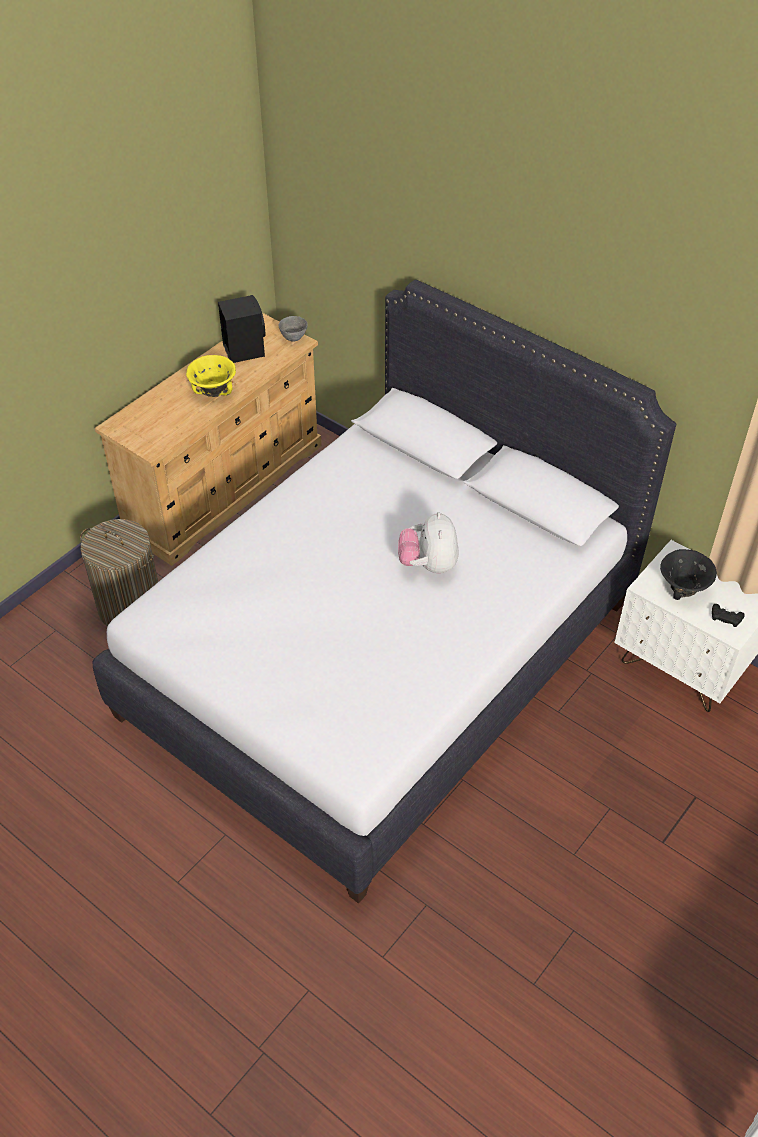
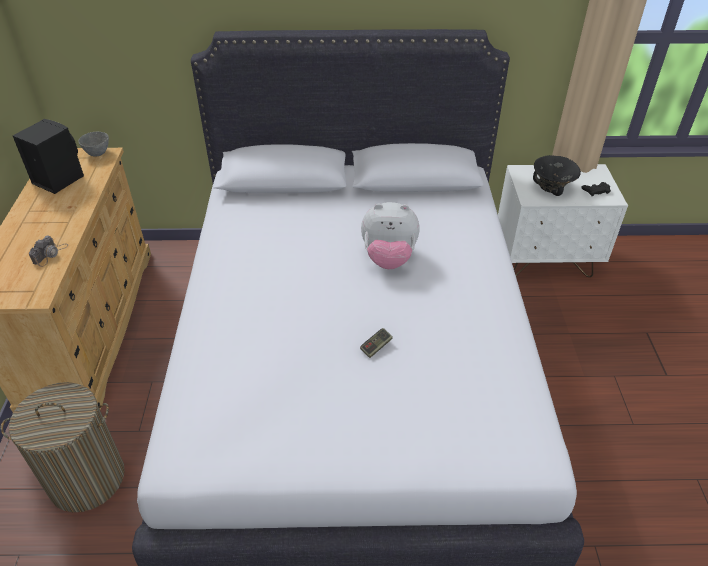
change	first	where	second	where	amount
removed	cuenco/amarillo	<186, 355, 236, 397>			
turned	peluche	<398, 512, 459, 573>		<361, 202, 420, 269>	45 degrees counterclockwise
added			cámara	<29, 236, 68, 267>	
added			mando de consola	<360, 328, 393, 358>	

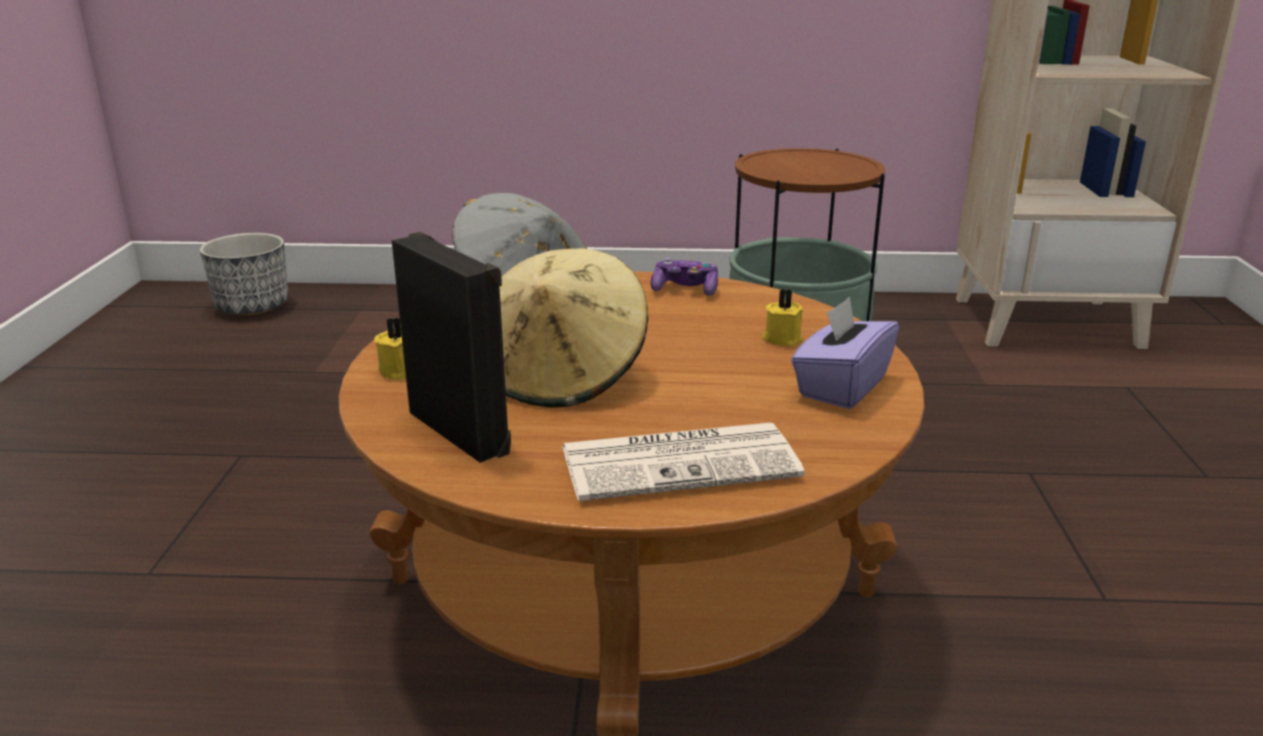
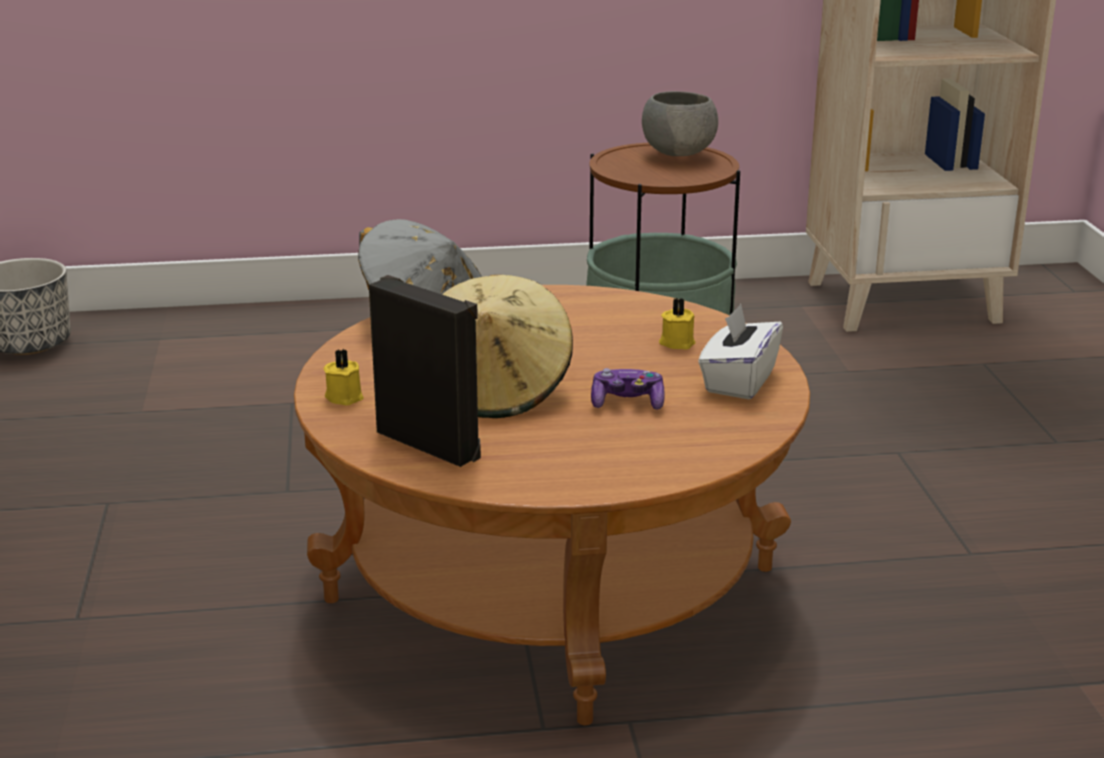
change	first	where	second	where	amount
removed	periódico	<562, 423, 805, 501>			
moved	mando de consola	<651, 257, 718, 296>		<591, 368, 665, 410>	
recoloured	caja de pañuelos/morado	<791, 297, 899, 409>	caja de pañuelos/blanco	<698, 304, 783, 399>	
added			cuenco/gris	<642, 91, 718, 156>	

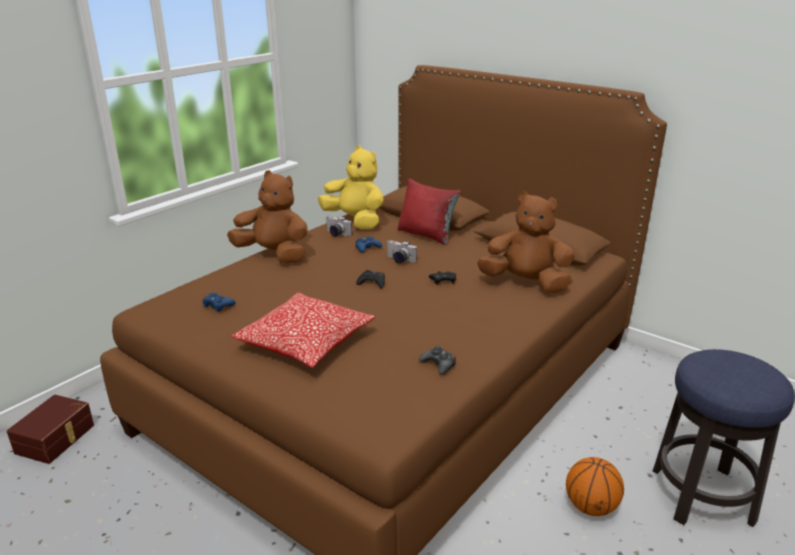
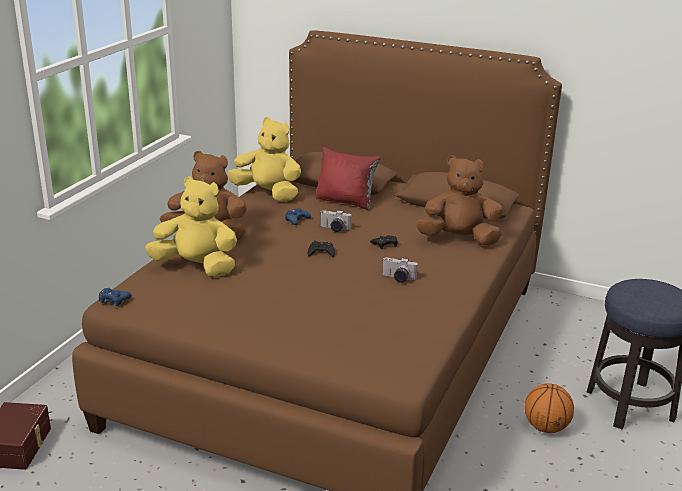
change	first	where	second	where	amount
moved	mando de consola/azul	<202, 293, 236, 312>		<99, 288, 132, 306>	
removed	cojín	<231, 292, 375, 368>			
moved	cámara	<326, 216, 352, 236>		<382, 257, 418, 283>	
removed	mando de consola/negro	<419, 345, 456, 375>			
added			peluche/amarillo	<145, 176, 237, 277>	

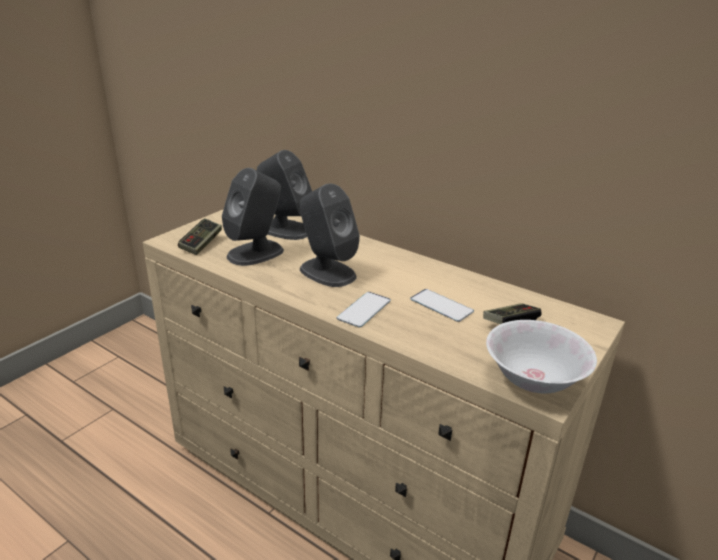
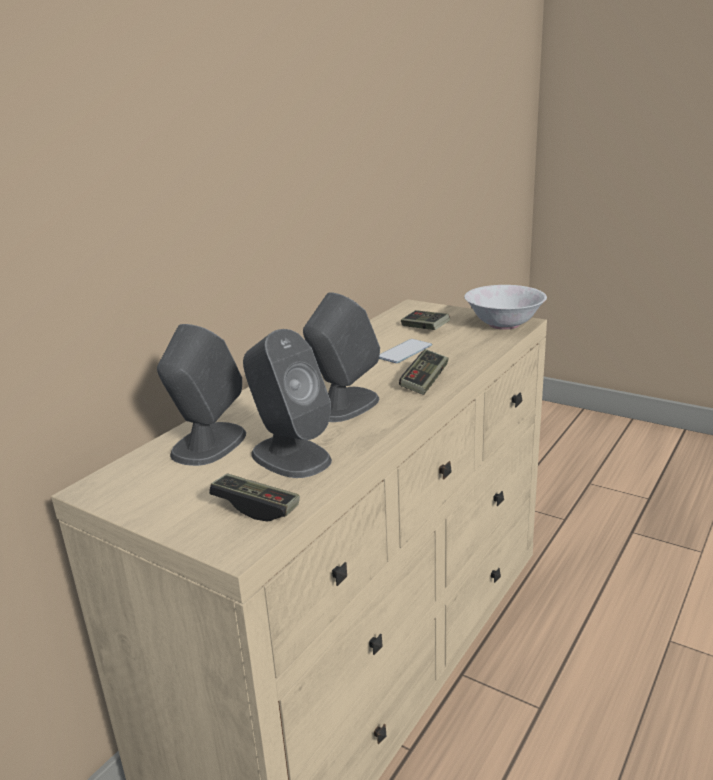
change	first	where	second	where	amount
replaced	móvil	<336, 292, 391, 328>	mando de consola	<399, 349, 449, 395>	

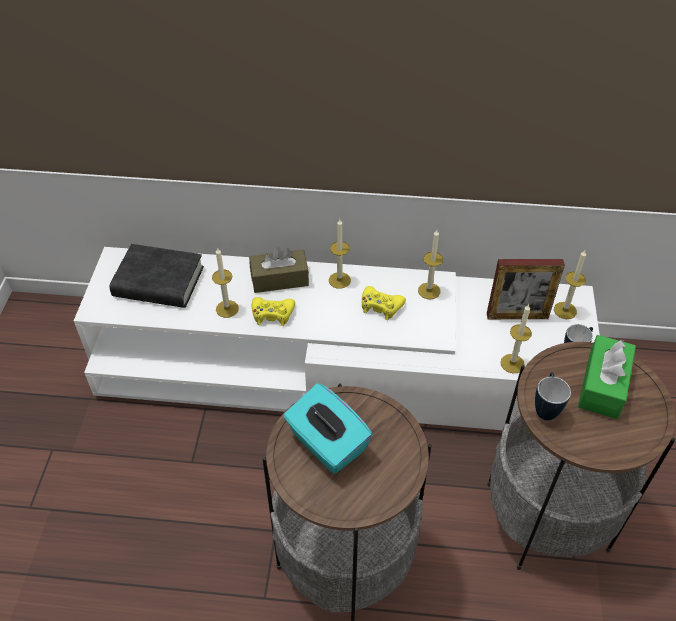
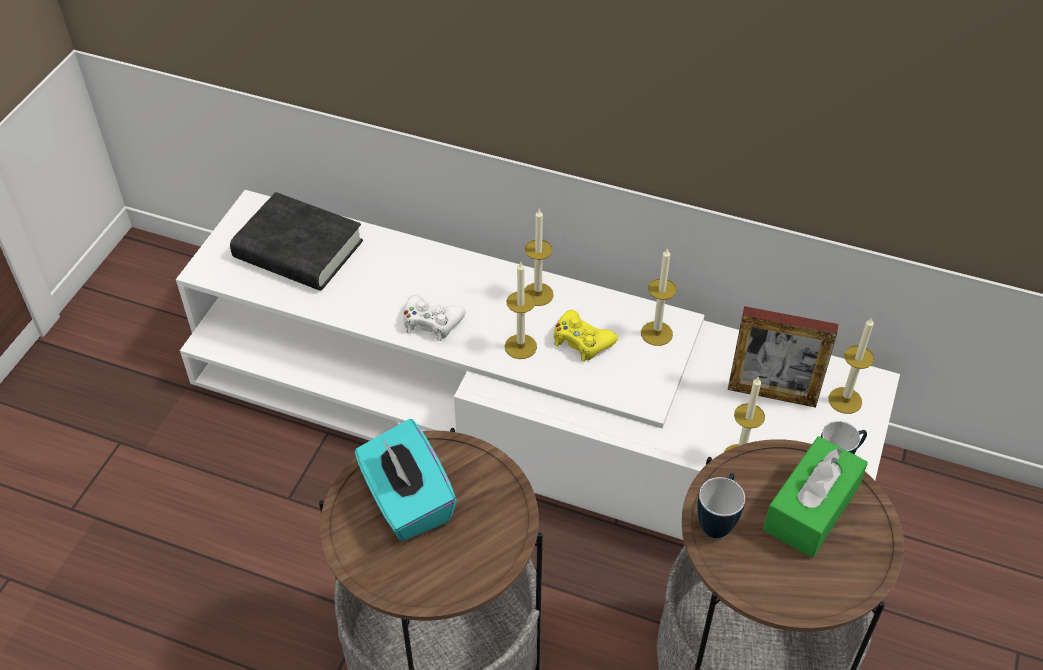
change	first	where	second	where	amount
moved	vela	<212, 247, 239, 318>		<505, 262, 537, 359>	
removed	caja de pañuelos/marrón	<249, 247, 309, 293>			
recoloured	mando de consola/amarillo	<252, 297, 295, 326>	mando de consola/blanco	<403, 295, 466, 341>	

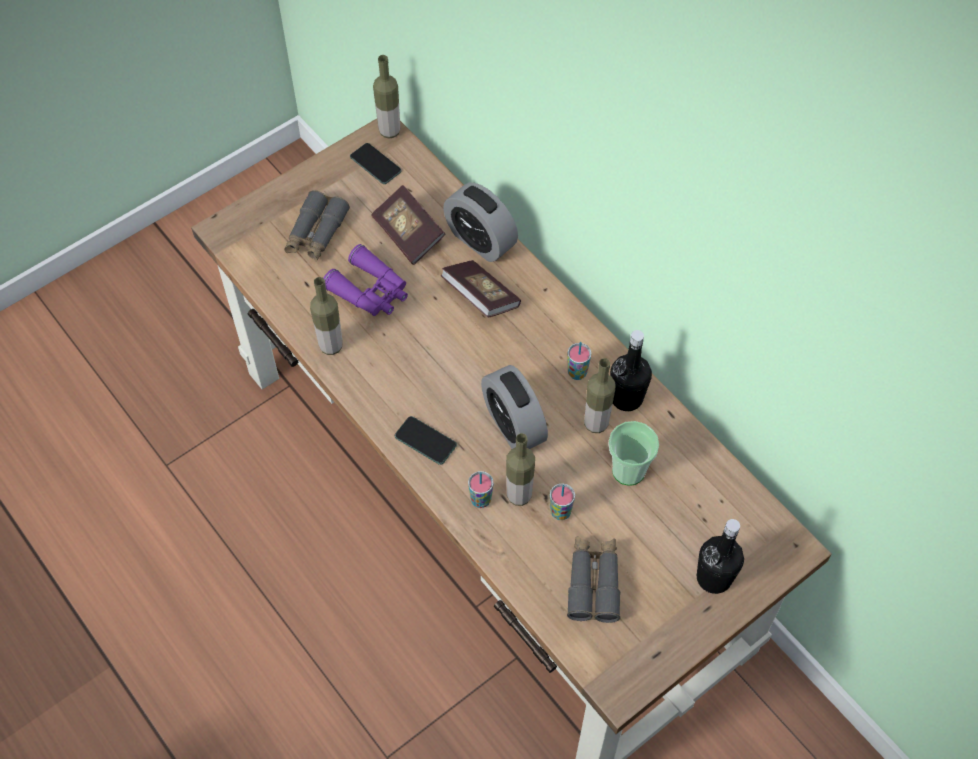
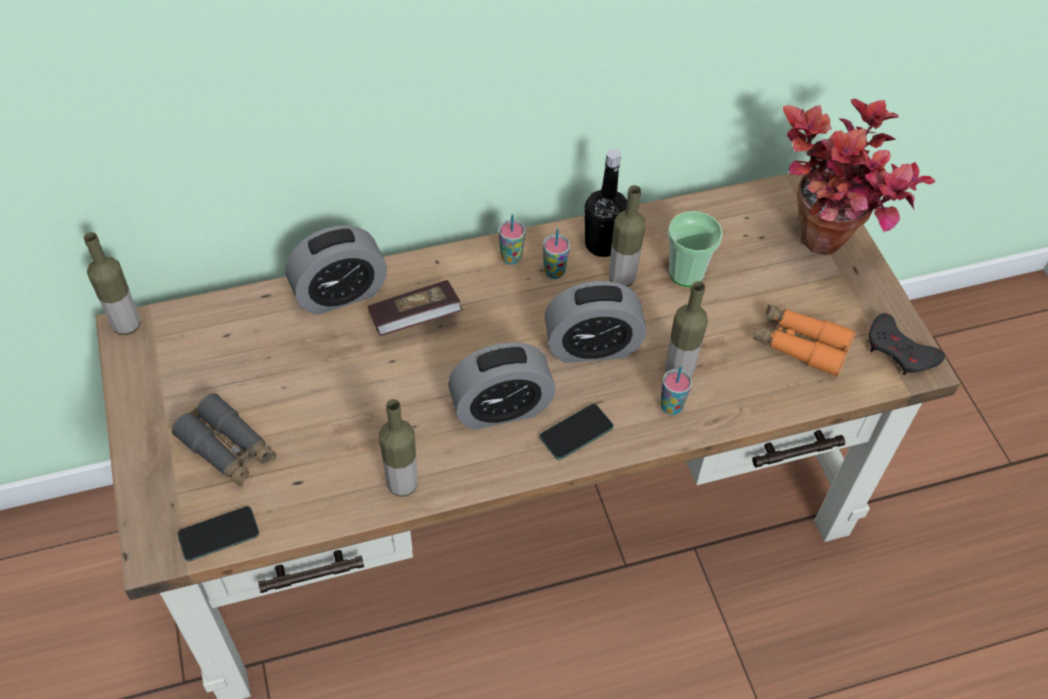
change	first	where	second	where	amount
removed	prismáticos/morado	<324, 244, 408, 316>			
moved	móvil	<350, 143, 402, 184>		<178, 506, 259, 561>	
removed	libro	<371, 185, 446, 265>			
moved	taza	<550, 483, 575, 520>		<499, 214, 525, 265>	
recoloured	prismáticos/gris	<567, 536, 620, 623>	prismáticos/naranja	<753, 304, 856, 377>	
replaced	botella/negro	<697, 519, 744, 594>	planta en maceta	<783, 99, 935, 255>	
added			despertador	<448, 342, 555, 429>	
added			mando de consola/gris	<869, 313, 945, 376>	

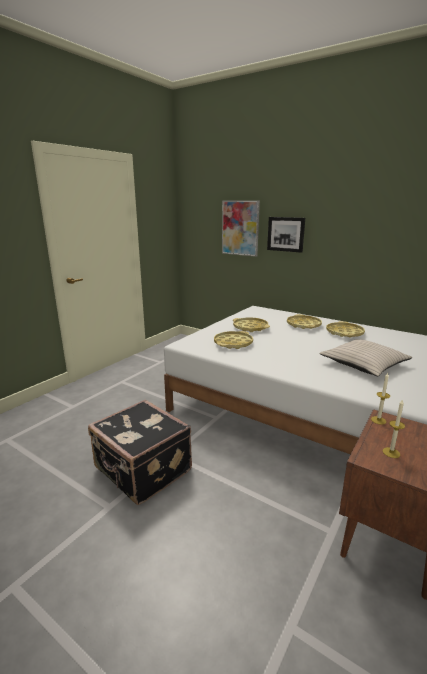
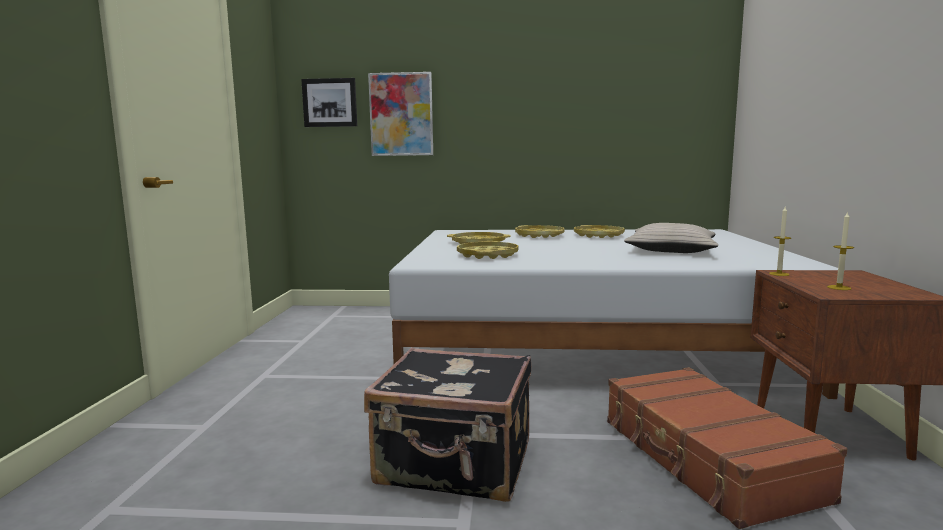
change	first	where	second	where	amount
moved	cuadro	<267, 217, 305, 253>		<301, 78, 357, 127>	
added			maleta/marrón	<607, 367, 847, 529>	

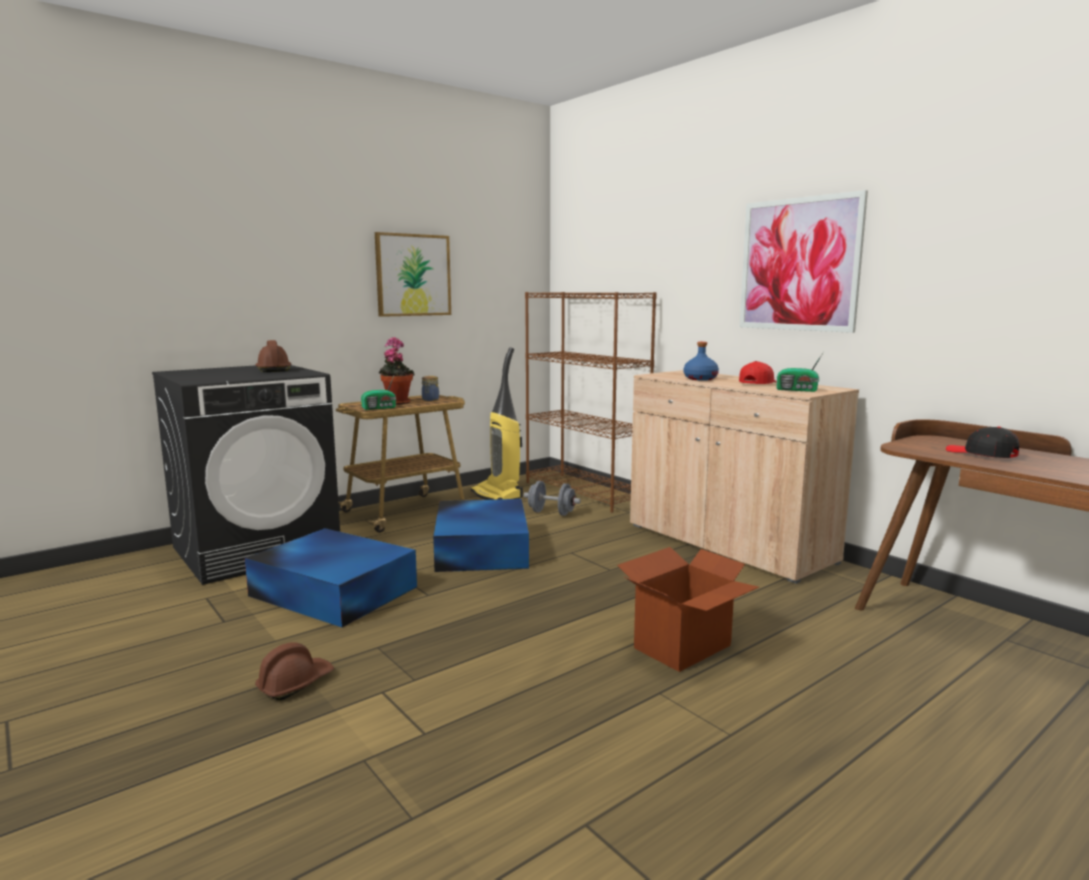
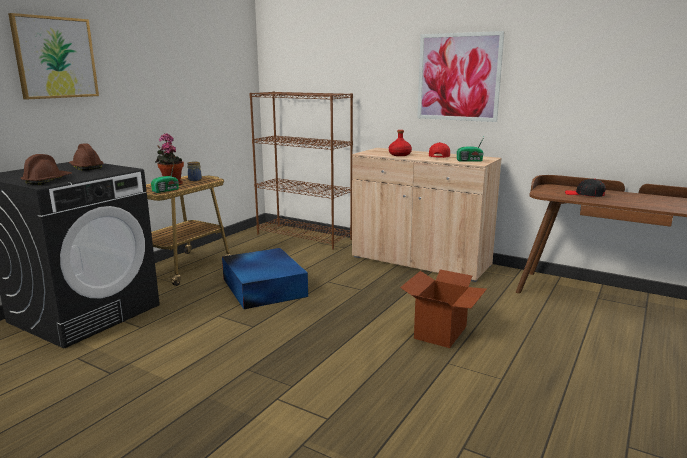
change	first	where	second	where	amount
removed	caja de almacenaje/azul	<245, 528, 417, 627>			
moved	casco/marrón	<255, 642, 334, 700>		<21, 154, 72, 185>	
moved	cuadro	<375, 232, 451, 317>		<8, 13, 99, 100>	
removed	aspiradora	<471, 347, 523, 500>			
removed	mancuerna/gris	<524, 481, 581, 516>			
recoloured	botella/azul	<684, 342, 719, 381>	botella/rojo	<389, 130, 412, 156>	

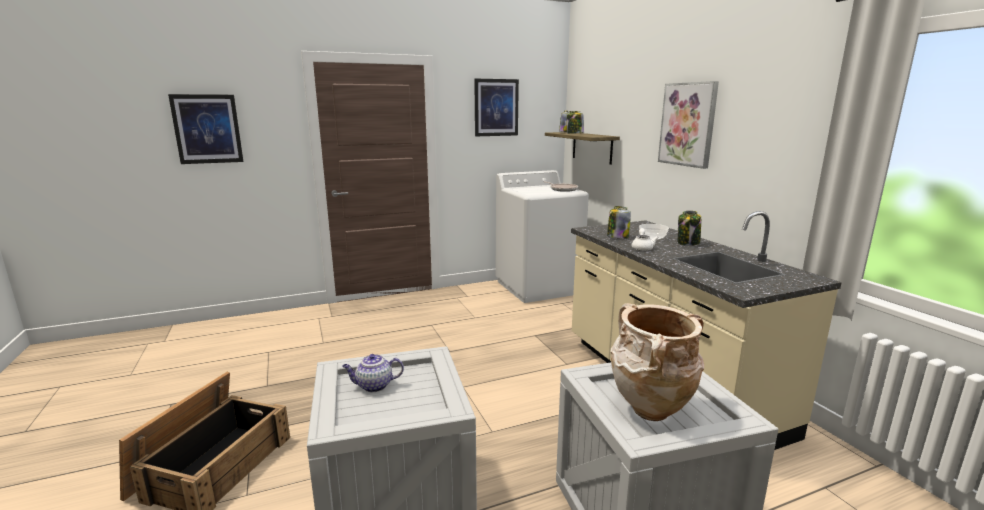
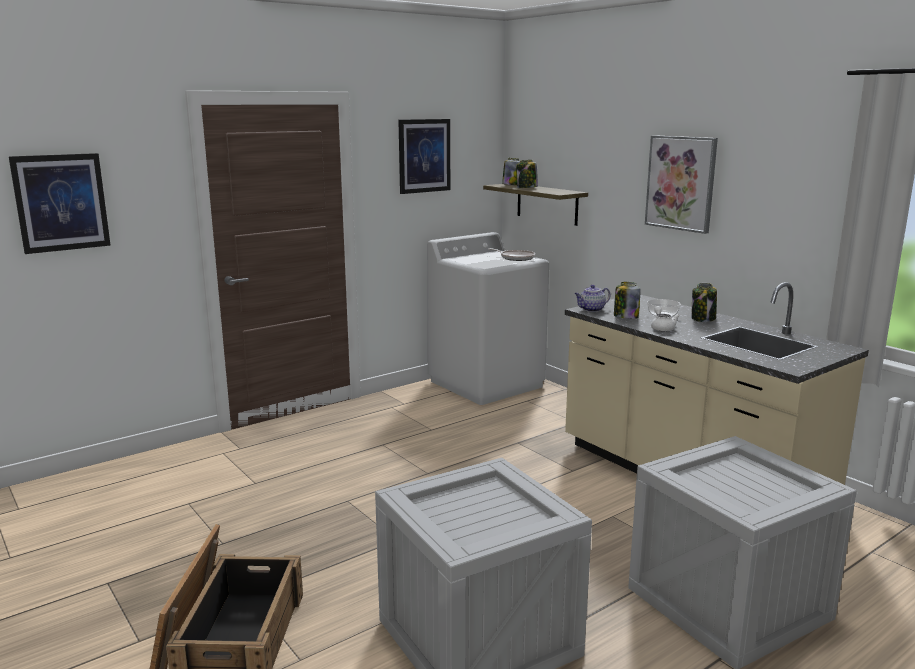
change	first	where	second	where	amount
moved	tetera	<342, 354, 404, 392>		<575, 285, 611, 312>	
removed	florero/beis	<610, 303, 704, 421>			

